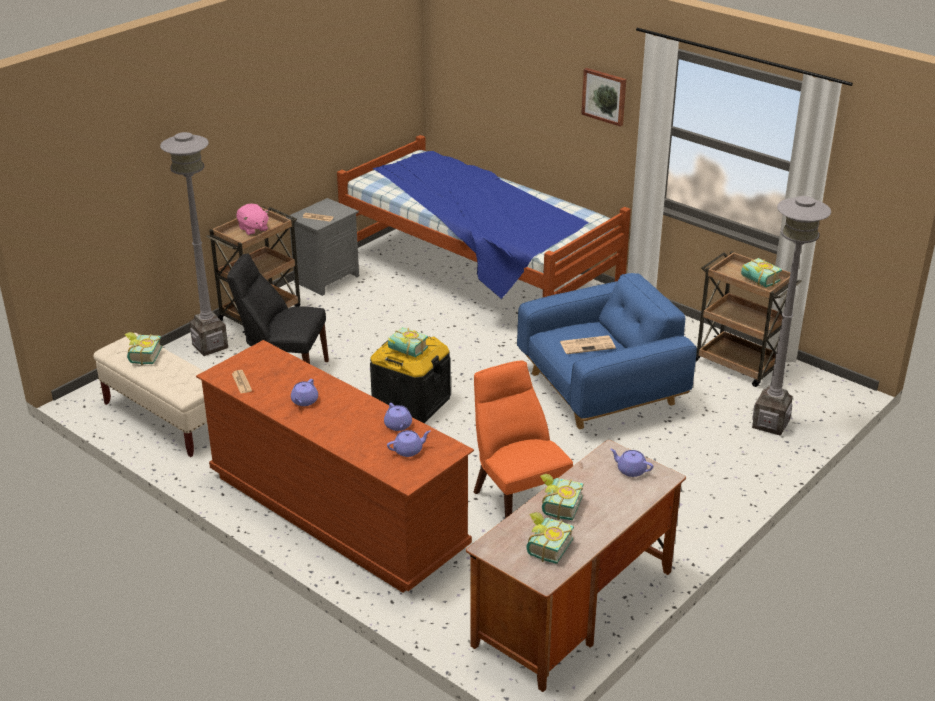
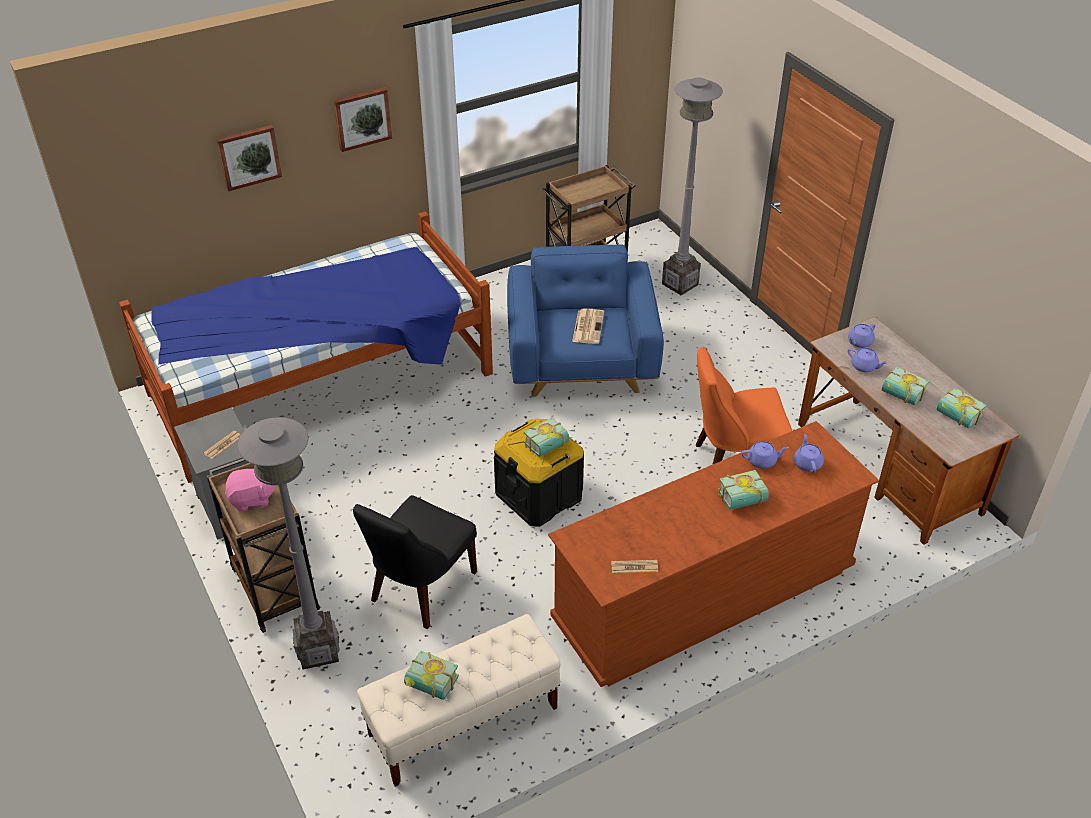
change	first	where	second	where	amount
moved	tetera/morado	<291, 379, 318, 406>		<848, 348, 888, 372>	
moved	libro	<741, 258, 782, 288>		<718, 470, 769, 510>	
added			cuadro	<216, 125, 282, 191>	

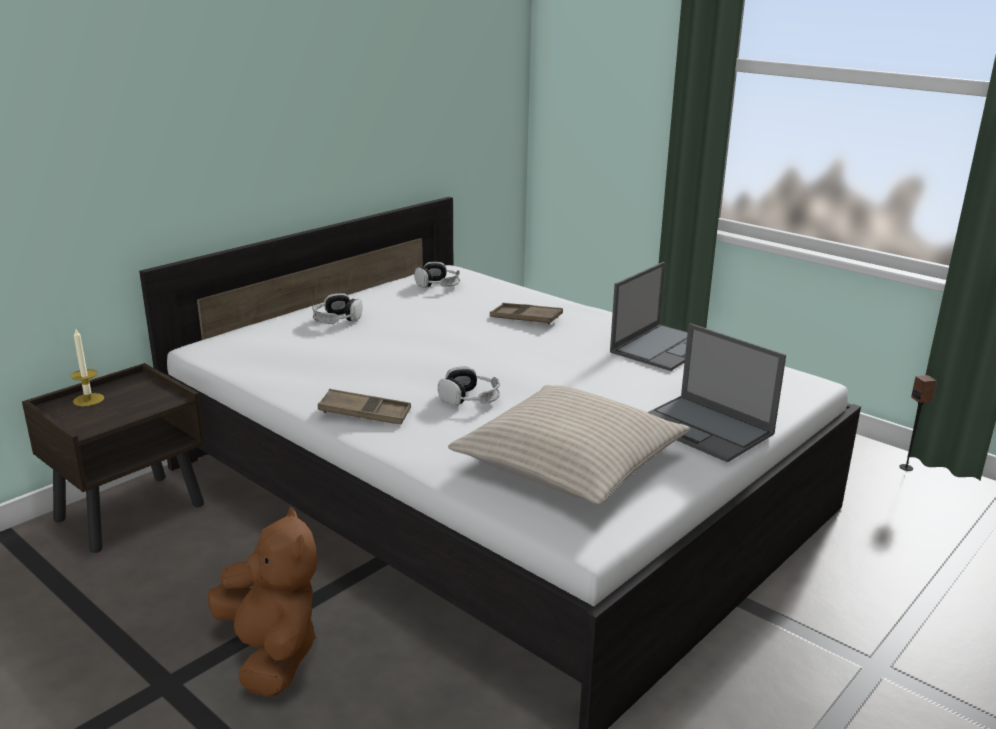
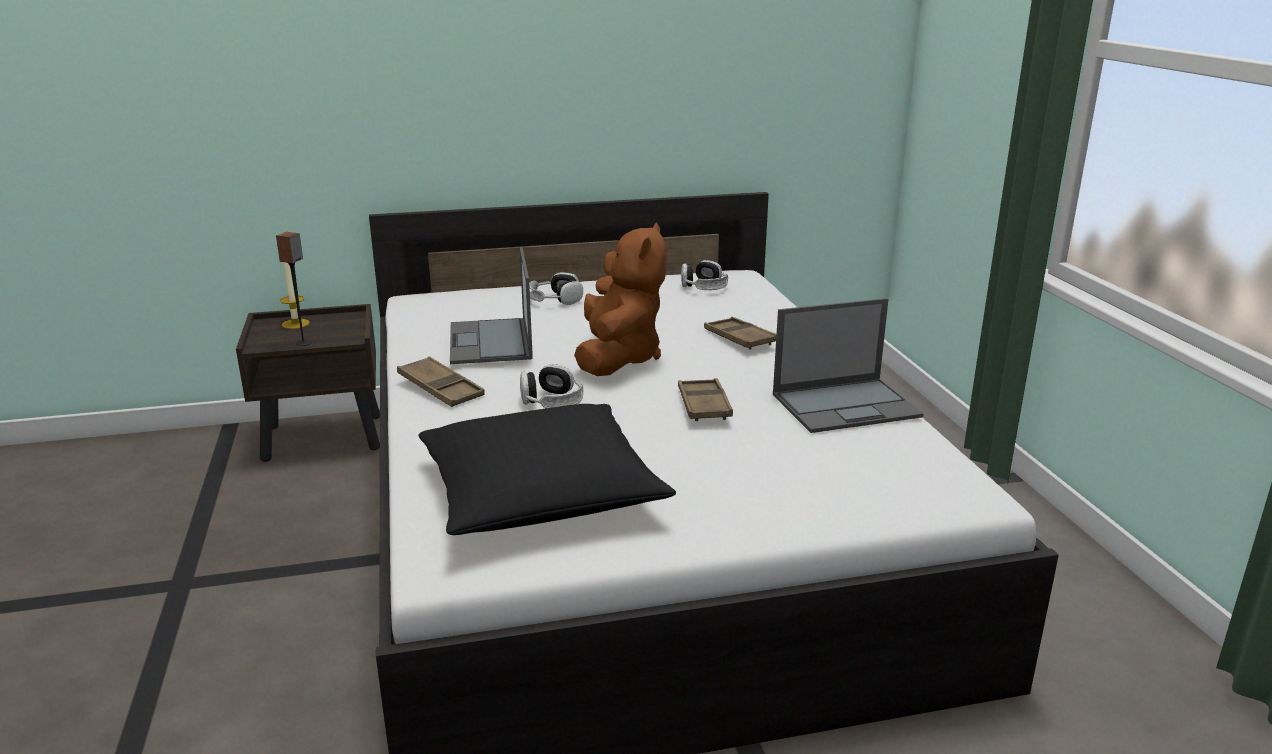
change	first	where	second	where	amount
moved	peluche/marrón	<208, 507, 317, 697>		<574, 223, 667, 376>	
recoloured	cojín/beis	<448, 385, 690, 504>	cojín/negro	<418, 404, 676, 535>	
moved	portátil	<647, 323, 786, 462>		<450, 246, 533, 364>	
moved	altavoz	<899, 375, 937, 471>		<276, 232, 311, 346>	
added			bandeja/marrón	<678, 378, 733, 421>	

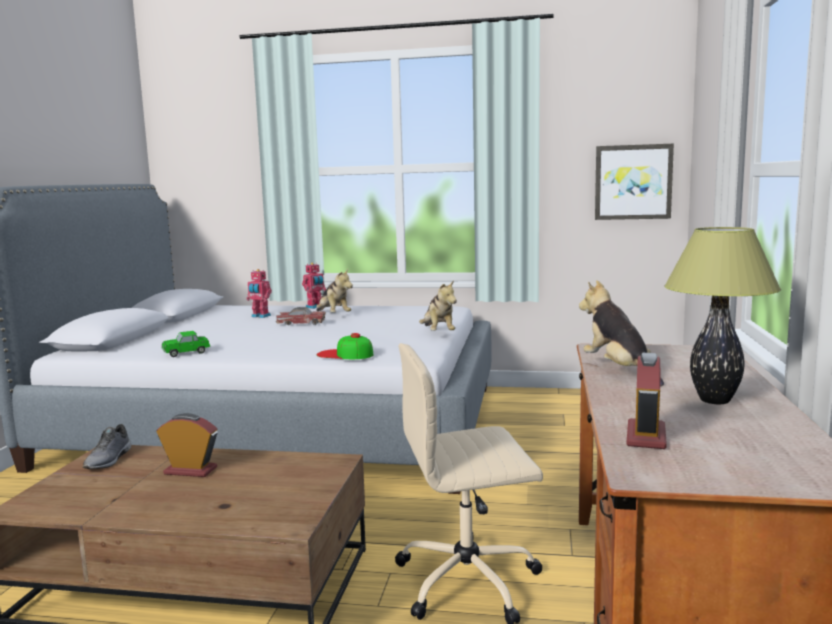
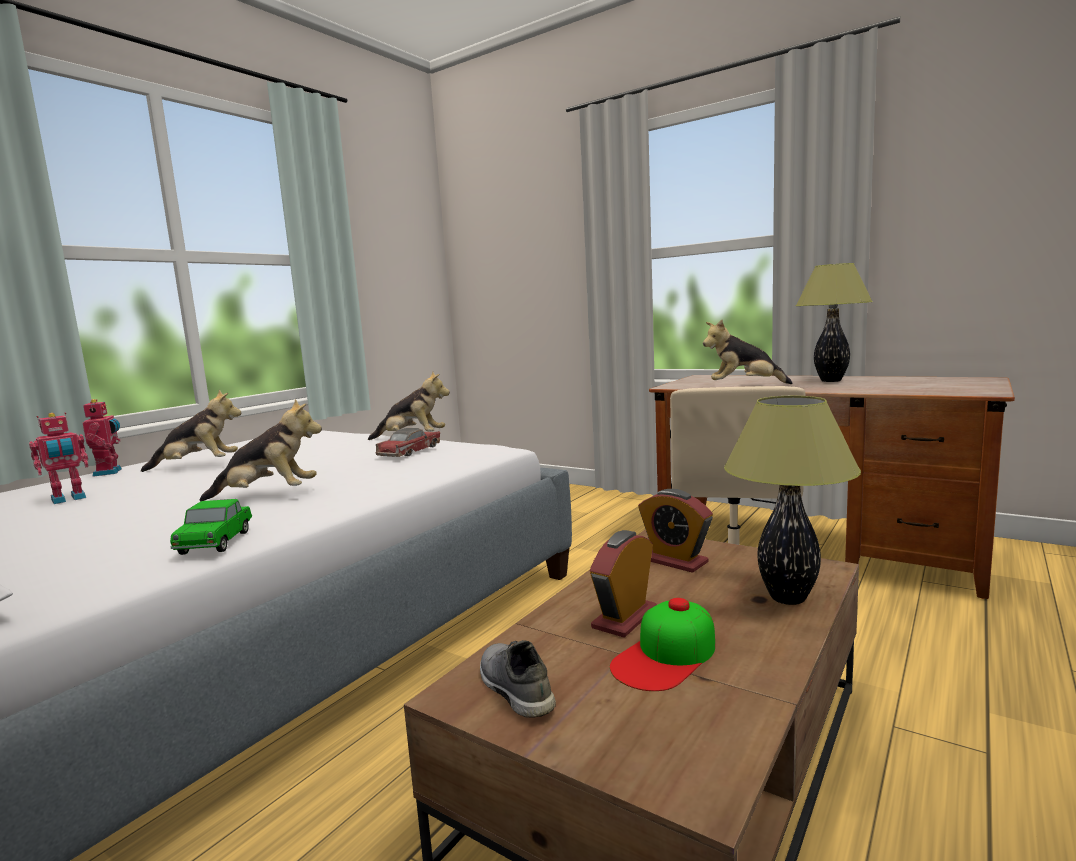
change	first	where	second	where	amount
turned	zapato/gris	<82, 424, 131, 469>		<480, 640, 556, 718>	150 degrees counterclockwise
moved	coche de juguete	<276, 307, 326, 325>		<375, 428, 440, 457>	
moved	gorra	<317, 333, 373, 359>		<610, 598, 715, 691>	
removed	cuadro	<595, 144, 674, 220>			
moved	despertador	<627, 353, 667, 449>		<638, 489, 713, 573>	
added			peluche	<200, 399, 322, 501>	
added			lámpara de mesa	<724, 396, 861, 605>	

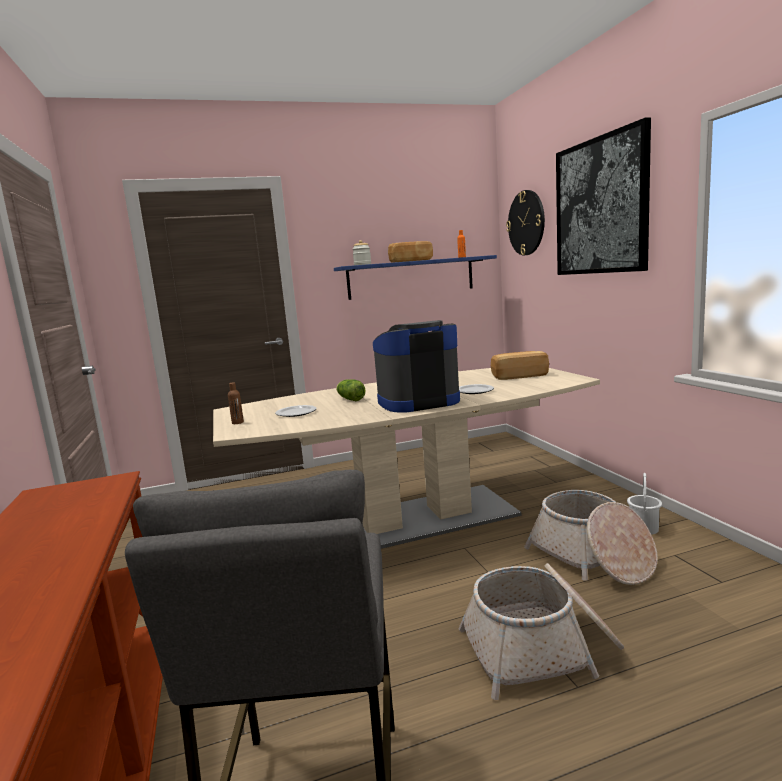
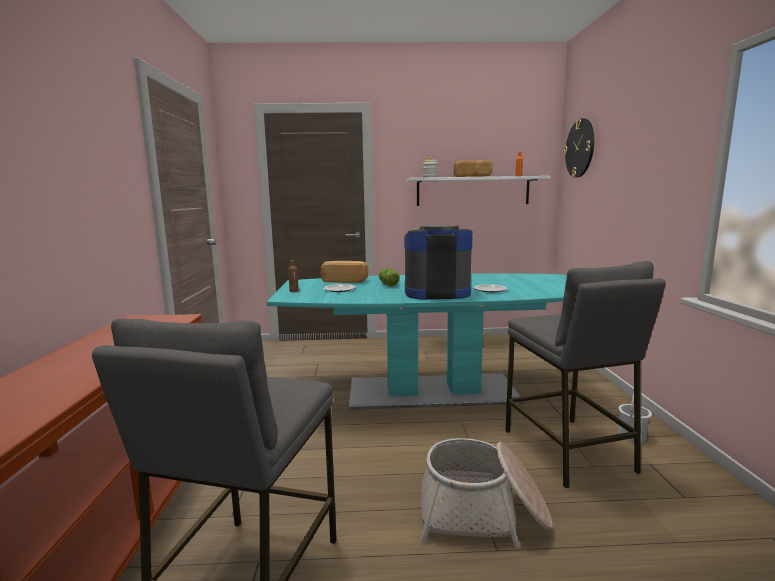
change	first	where	second	where	amount
recoloured	mesa de comedor/beis	<213, 368, 600, 549>	mesa de comedor/turquesa	<267, 273, 567, 410>	
recoloured	estante/azul	<334, 255, 497, 300>	estante/blanco	<407, 176, 550, 206>	
moved	pan	<491, 351, 549, 380>		<321, 261, 369, 283>	
replaced	cesta	<524, 490, 658, 585>	taburete/gris	<505, 261, 666, 488>	
removed	cuadro	<556, 117, 651, 275>			

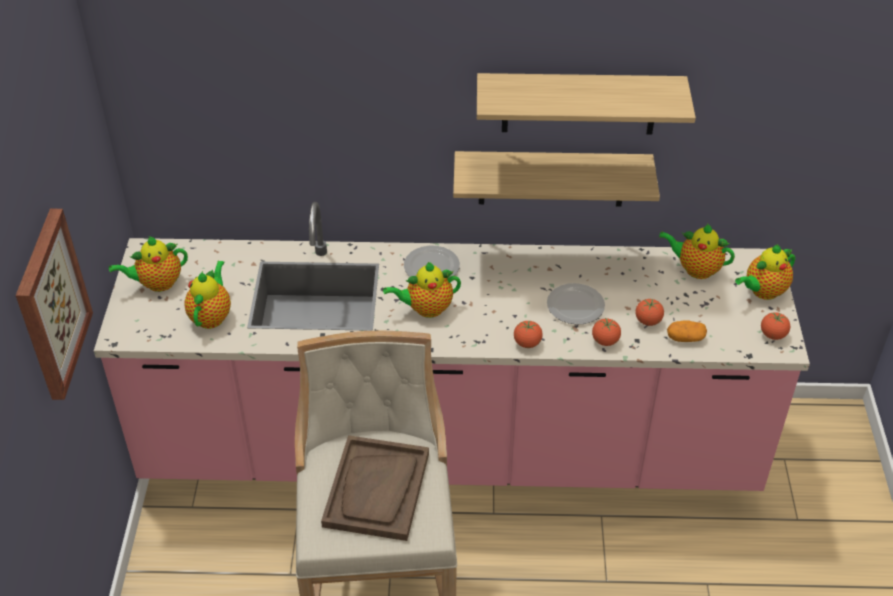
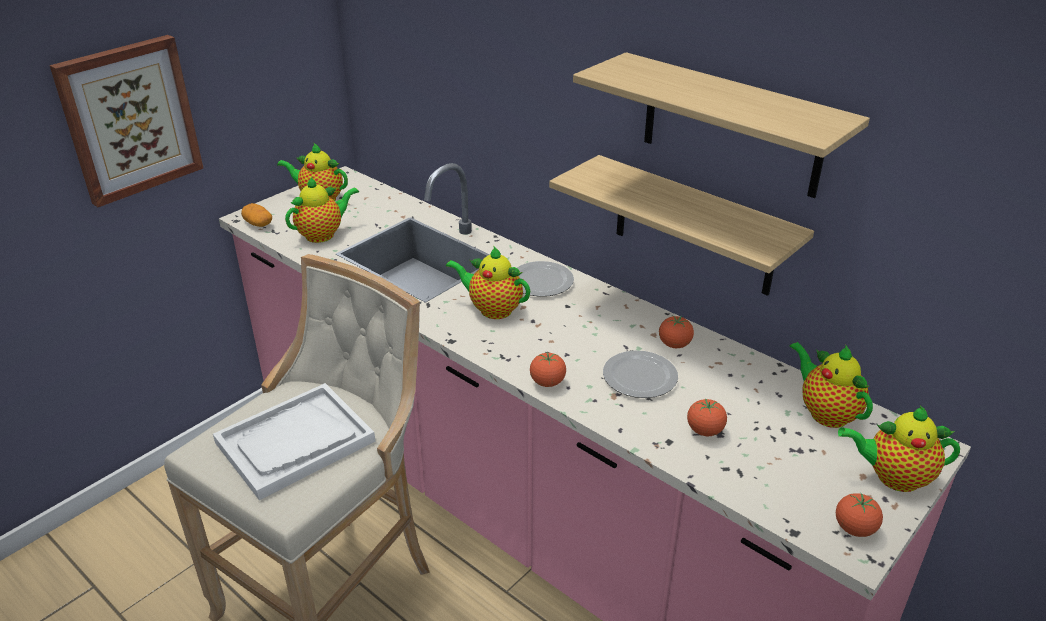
change	first	where	second	where	amount
recoloured	bandeja/marrón	<321, 435, 429, 541>	bandeja/blanco	<213, 383, 375, 500>	
moved	tomate	<592, 318, 621, 346>		<659, 315, 694, 348>	
moved	patata	<667, 320, 707, 342>		<241, 203, 272, 227>	

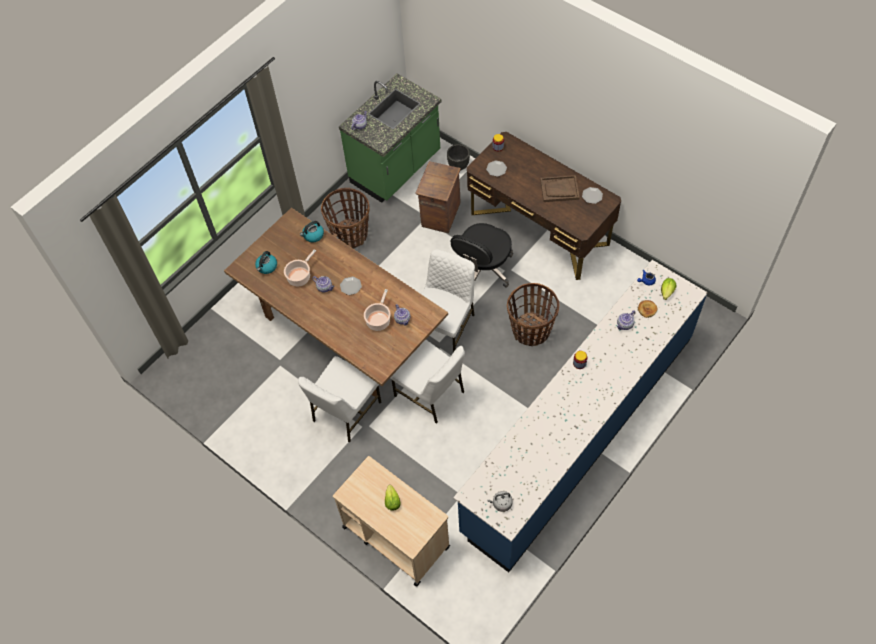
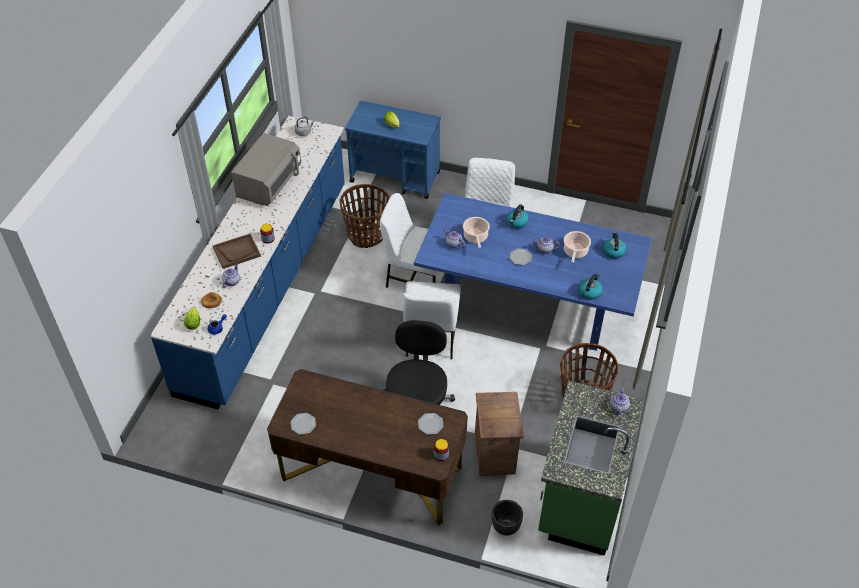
change	first	where	second	where	amount
recoloured	mesa de comedor/marrón	<224, 208, 448, 397>	mesa de comedor/azul	<414, 193, 652, 351>	
recoloured	carrito/beis	<333, 456, 450, 587>	carrito/azul	<345, 101, 441, 199>	
moved	cesta	<507, 283, 559, 346>		<339, 184, 390, 248>	
moved	bandeja/marrón	<540, 175, 580, 202>		<213, 234, 261, 269>	
added			microondas/gris	<231, 133, 301, 206>	
added			hervidor	<506, 205, 529, 229>	

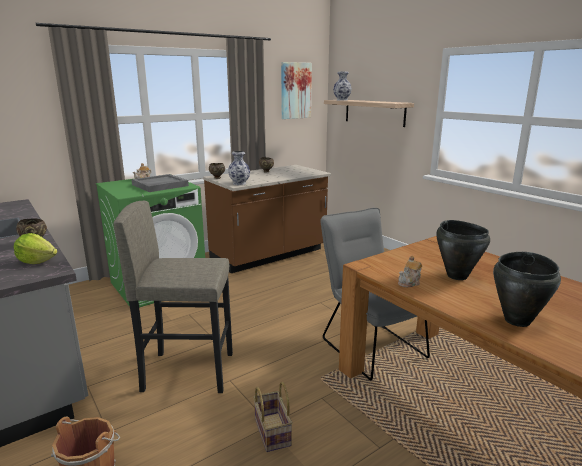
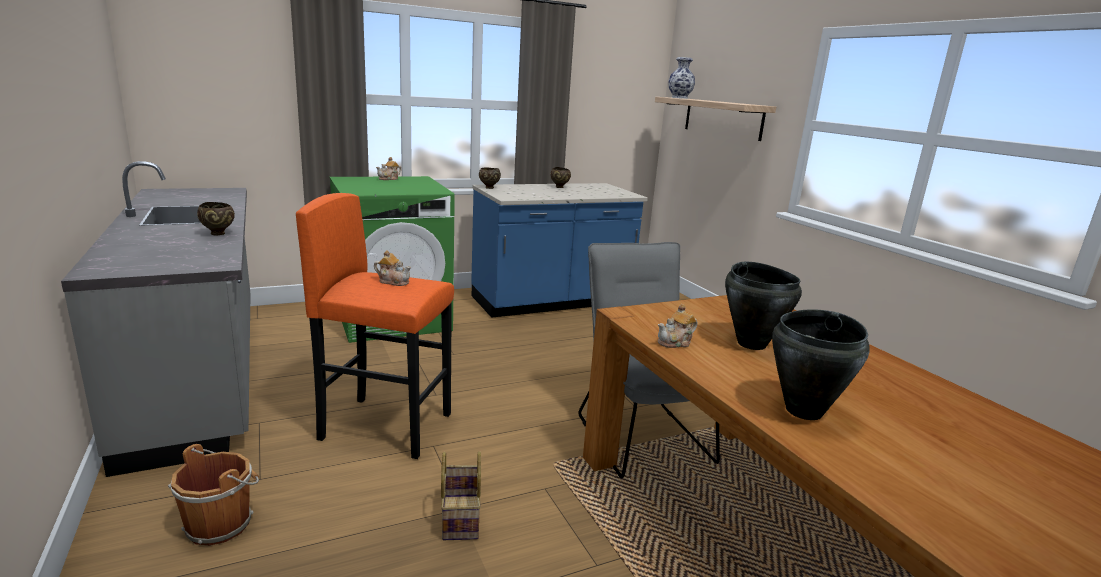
change	first	where	second	where	amount
removed	lechuga	<14, 233, 58, 264>			
recoloured	taburete/gris	<113, 201, 233, 393>	taburete/naranja	<296, 193, 454, 459>	
removed	bandeja/gris	<131, 174, 189, 192>			
recoloured	mueble bajo de cocina/marrón	<203, 165, 331, 273>	mueble bajo de cocina/azul	<471, 183, 648, 318>	
removed	florero	<228, 151, 250, 185>			
removed	cuadro	<281, 62, 312, 119>			
added			tetera	<374, 250, 411, 286>	

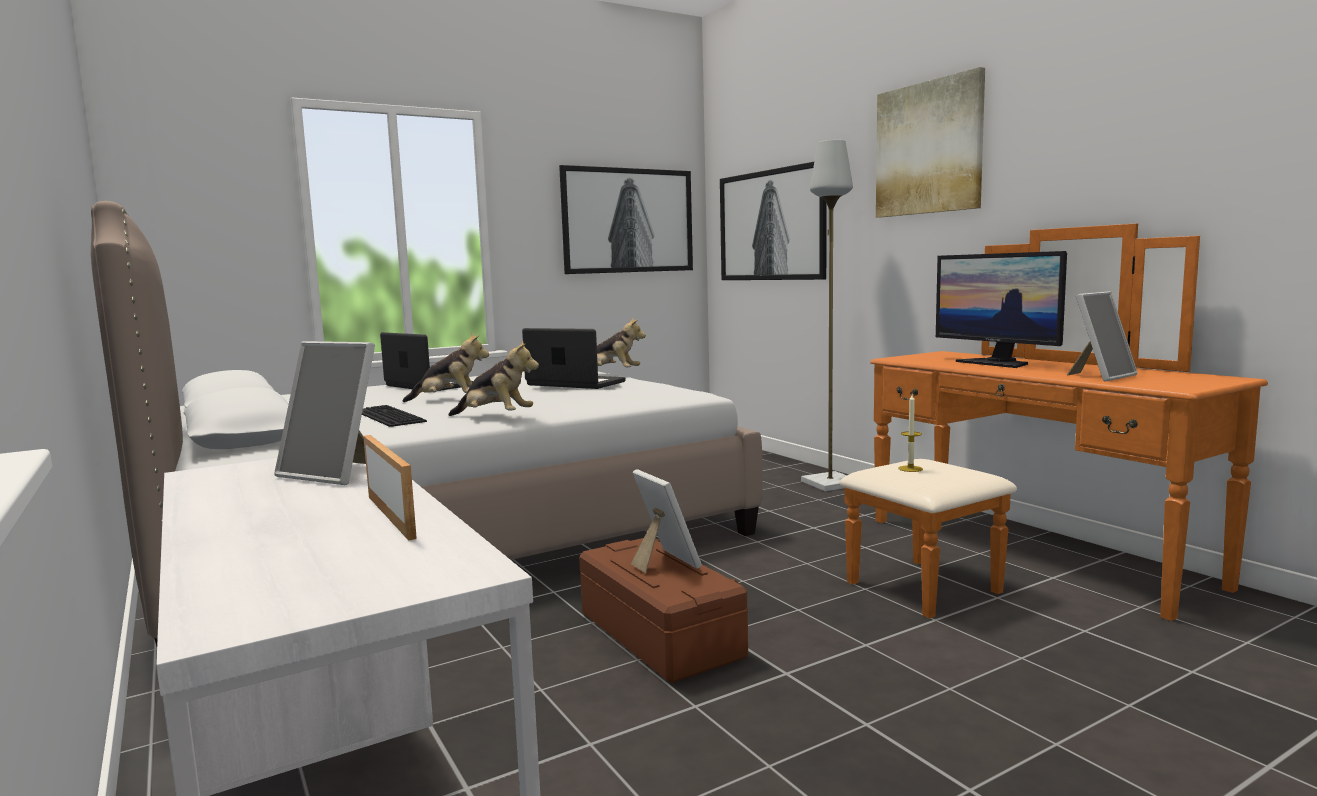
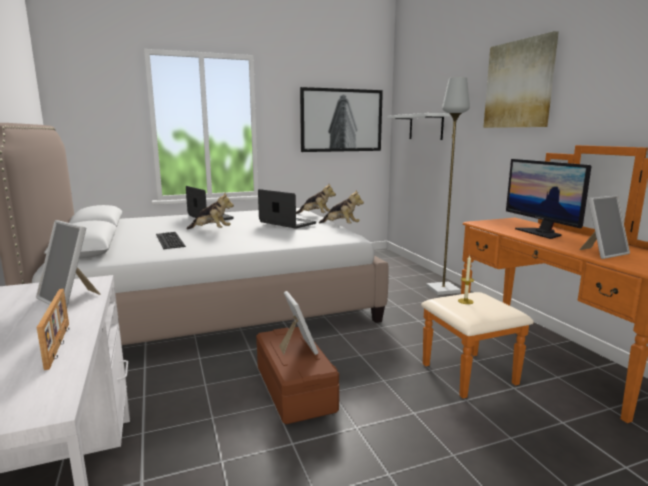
change	first	where	second	where	amount
moved	peluche	<448, 339, 539, 416>		<319, 190, 364, 224>	
replaced	cuadro	<720, 162, 827, 280>	estante/blanco	<387, 113, 450, 140>	

